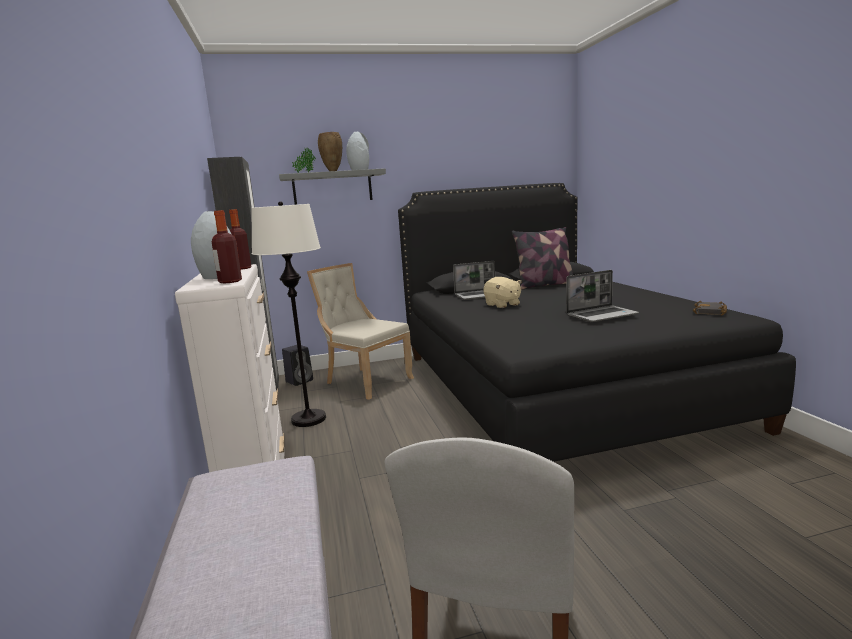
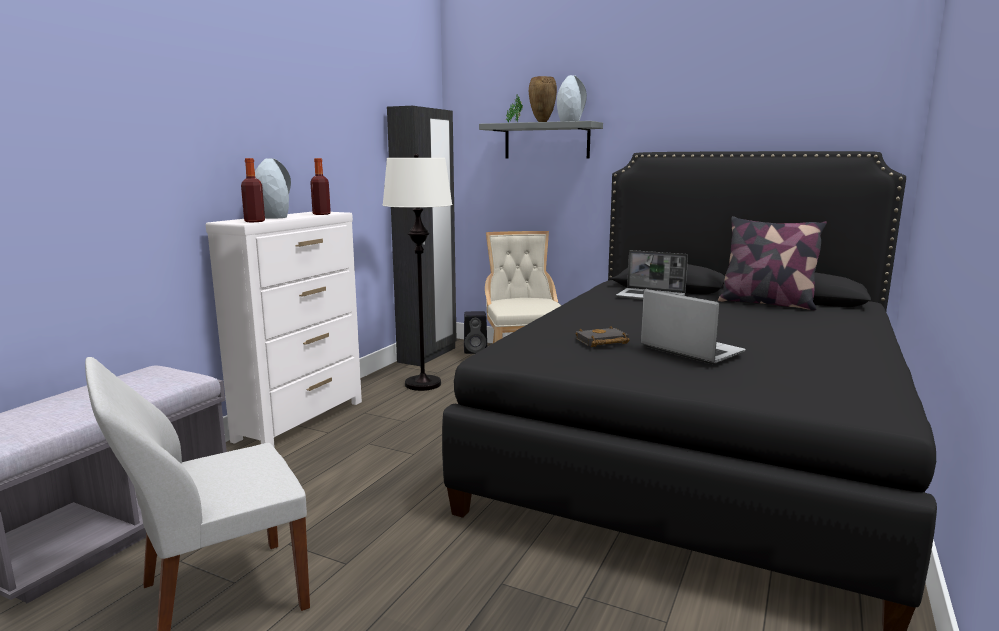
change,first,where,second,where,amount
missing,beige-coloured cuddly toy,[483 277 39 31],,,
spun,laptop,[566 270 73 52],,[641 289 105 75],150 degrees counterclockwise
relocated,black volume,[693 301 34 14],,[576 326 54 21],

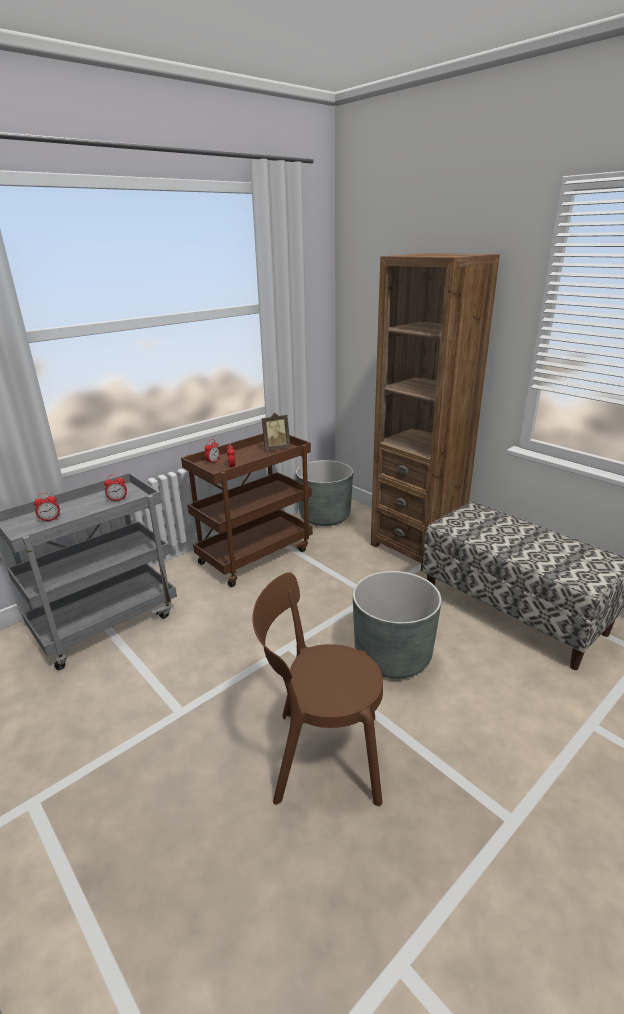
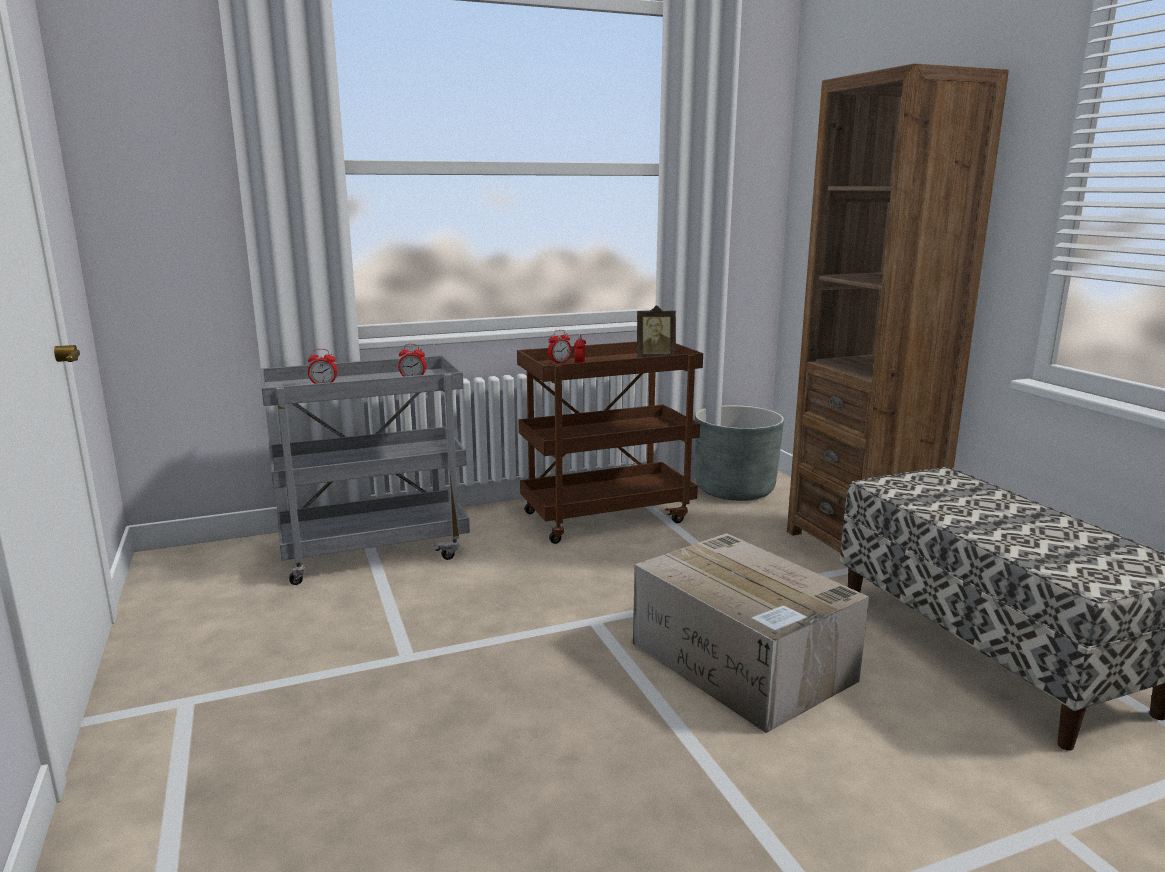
change,first,where,second,where,amount
missing,brownish plain chair,[252 572 131 234],,,
exchanged,gray flower pot,[353 571 89 108],carton,[633 533 236 200],

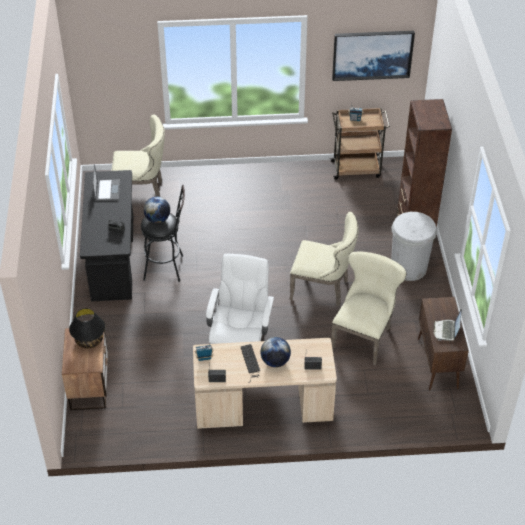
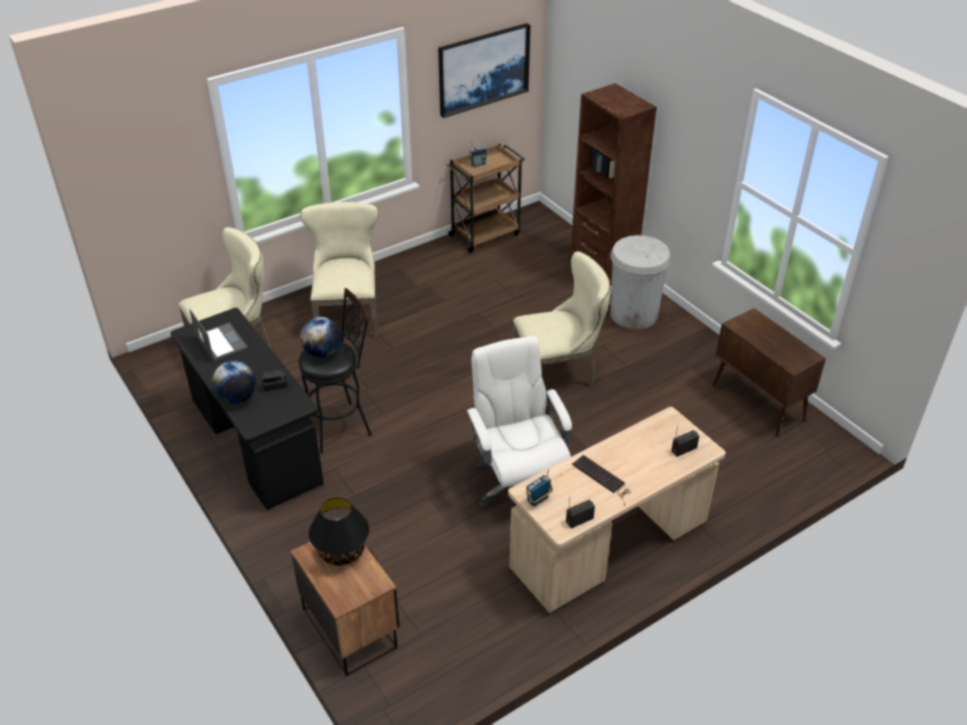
change,first,where,second,where,amount
relocated,desk globe,[260 337 31 30],,[212 361 44 43],
relocated,beige-coloured plain chair,[331 251 76 114],,[300 202 79 136],
missing,laptop,[434 309 28 32],,,

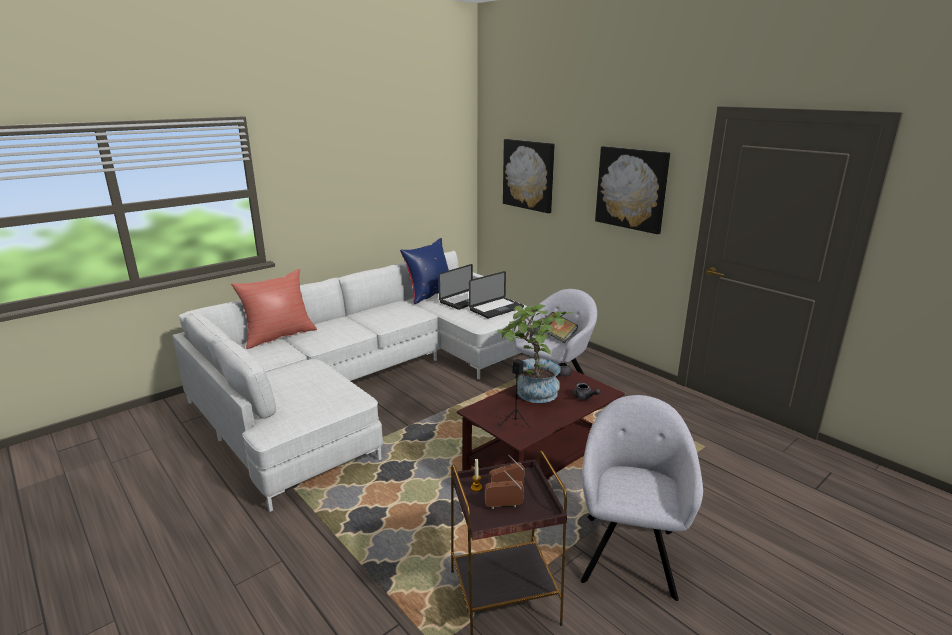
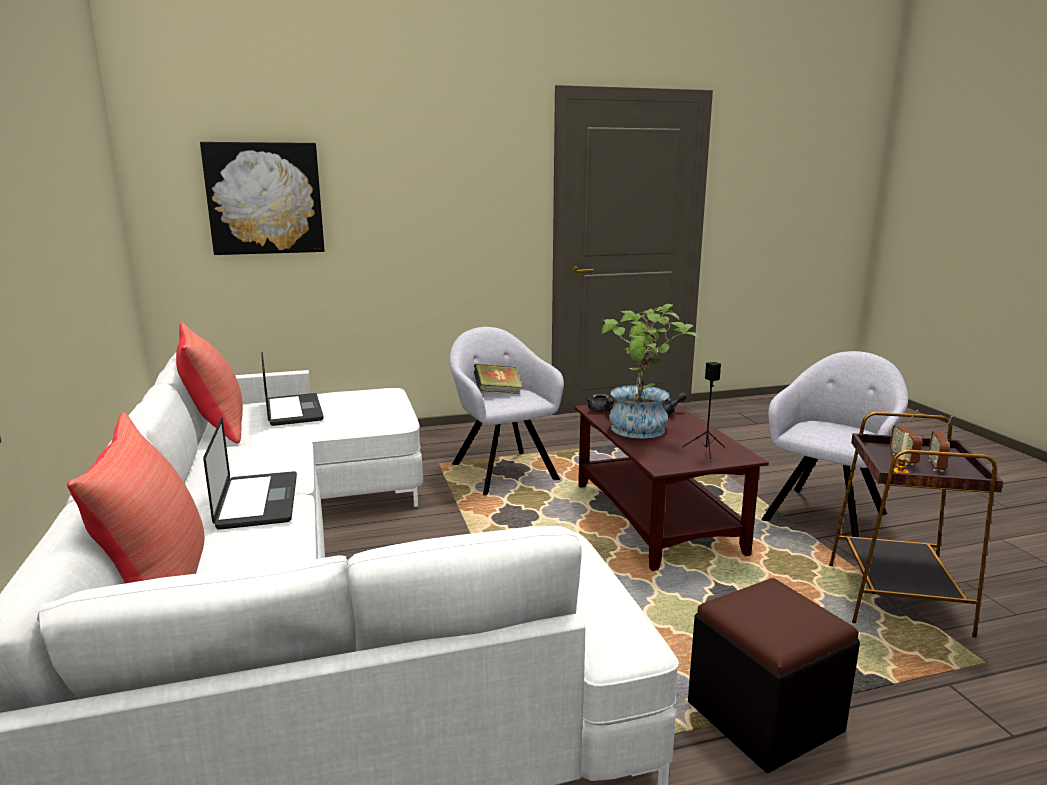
change,first,where,second,where,amount
colour,blue-coloured pillow,[400 238 49 66],red pillow,[176 322 67 121],
relocated,laptop,[469 271 55 47],,[203 418 94 112],
spun,gray easy chair,[581 395 122 206],,[761 351 147 186],90 degrees clockwise
missing,picture,[595 146 75 88],,,
appeared,,,black ottoman,[688 578 172 195],

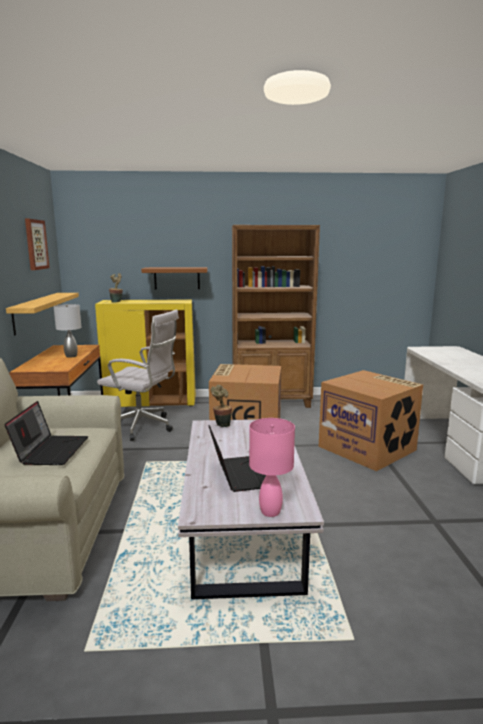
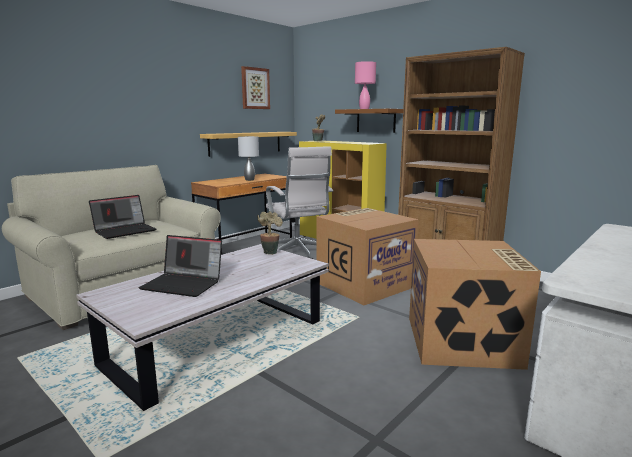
change,first,where,second,where,amount
spun,laptop,[208 425 58 67],,[139 235 83 62],75 degrees clockwise
relocated,pink lamp for a table,[249 418 46 99],,[355 61 21 48],

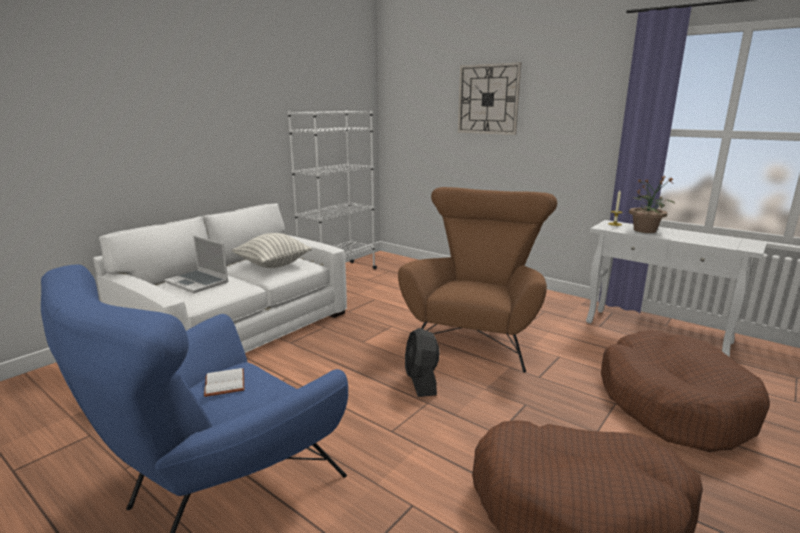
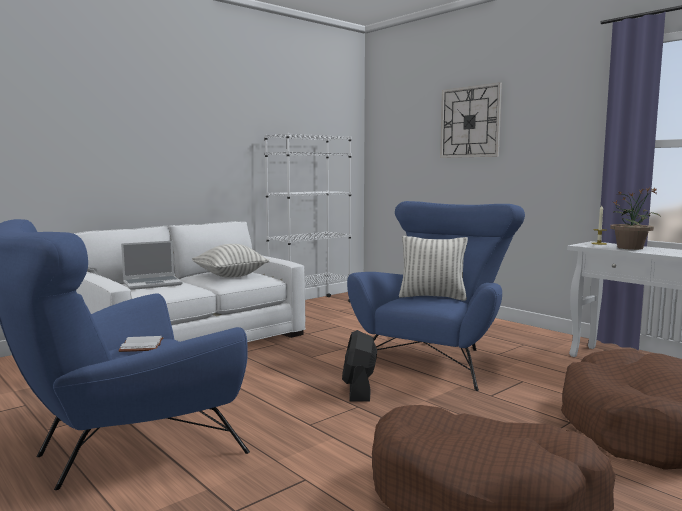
change,first,where,second,where,amount
spun,laptop,[164 235 65 58],,[121 241 61 49],75 degrees counterclockwise
colour,brownish easy chair,[398 187 159 186],blue-coloured easy chair,[347 201 178 190],
appeared,,,pillow,[399 236 69 65],

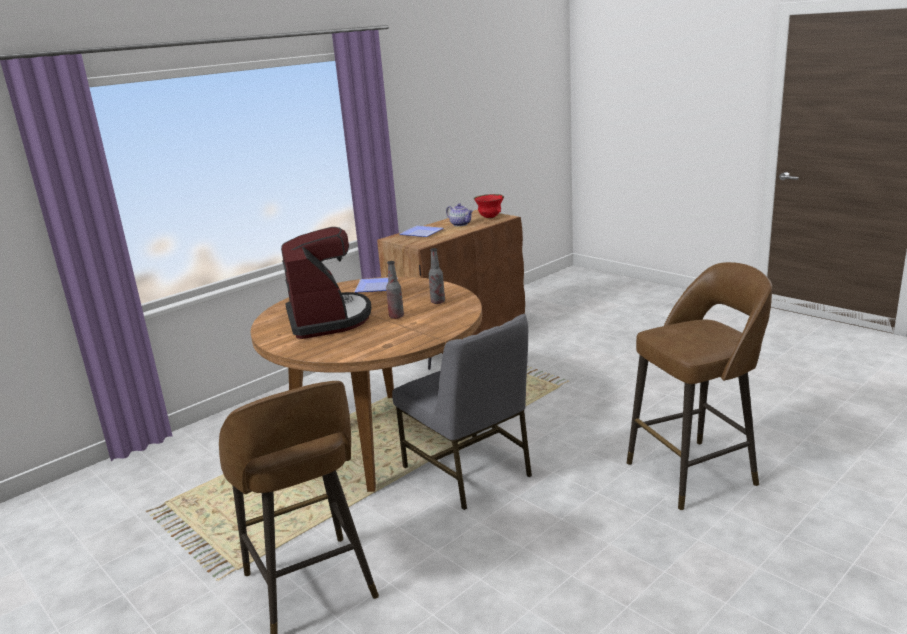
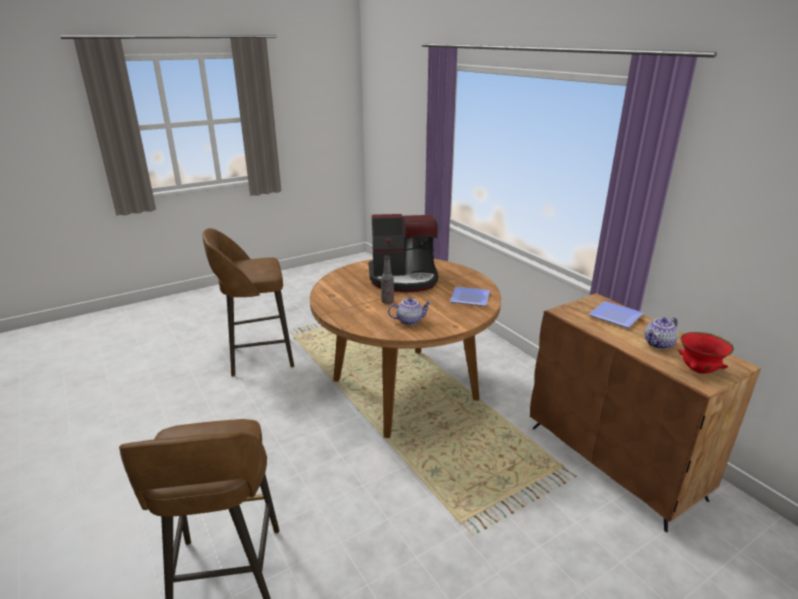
change,first,where,second,where,amount
missing,gray plain chair,[392 314 140 196],,,
exchanged,bottle,[429 248 16 56],teapot,[388 298 44 27],

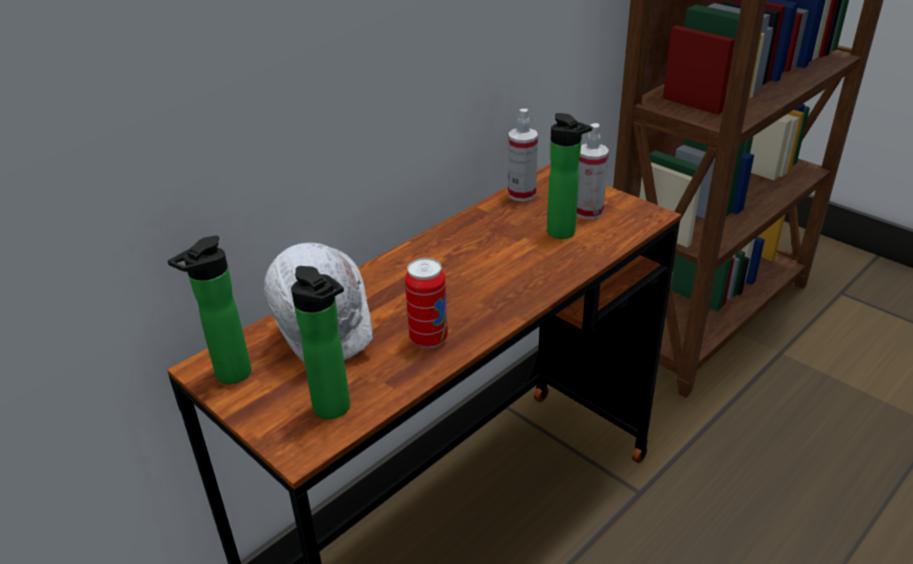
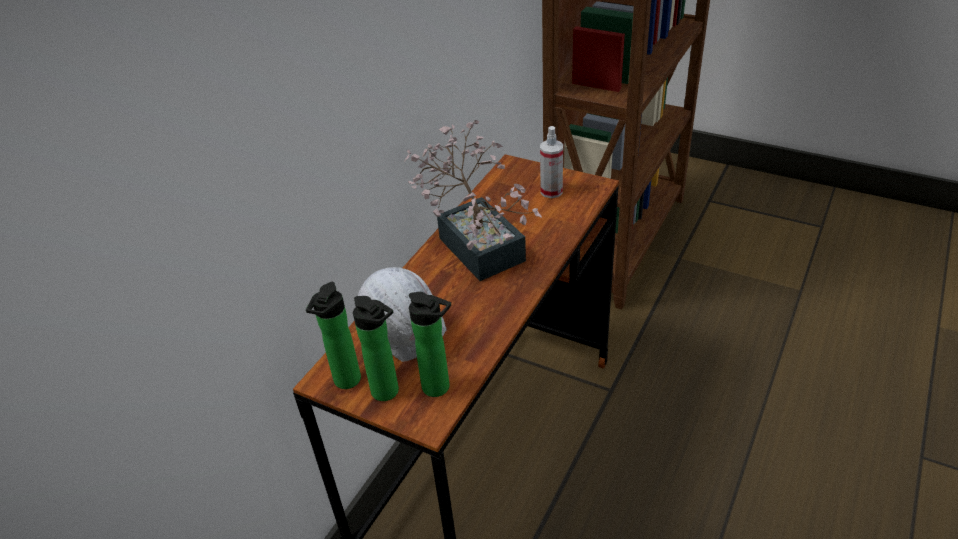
change,first,where,second,where,amount
missing,metal can,[405 258 43 91],,,
missing,sprayer,[508 109 30 92],,,
relocated,bottle,[547 113 45 126],,[353 296 46 105],
appeared,,,potted plant,[404 120 138 161],

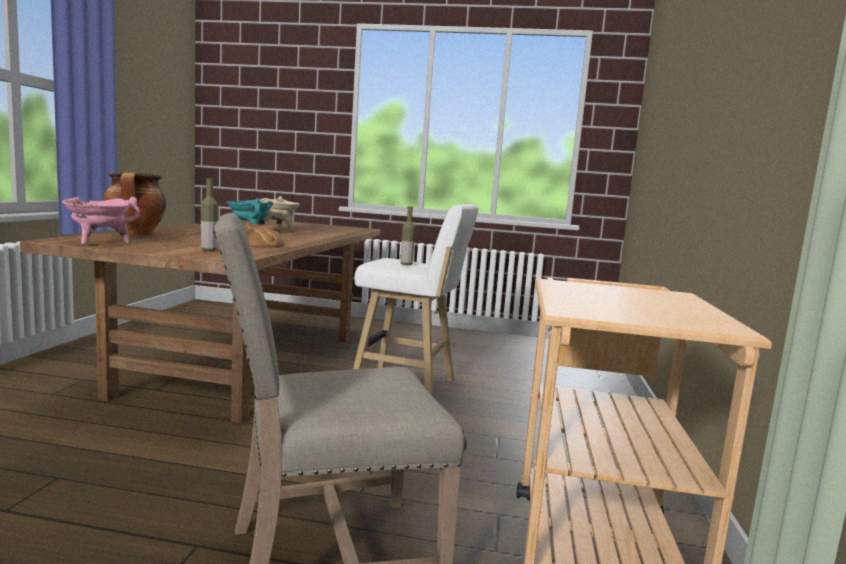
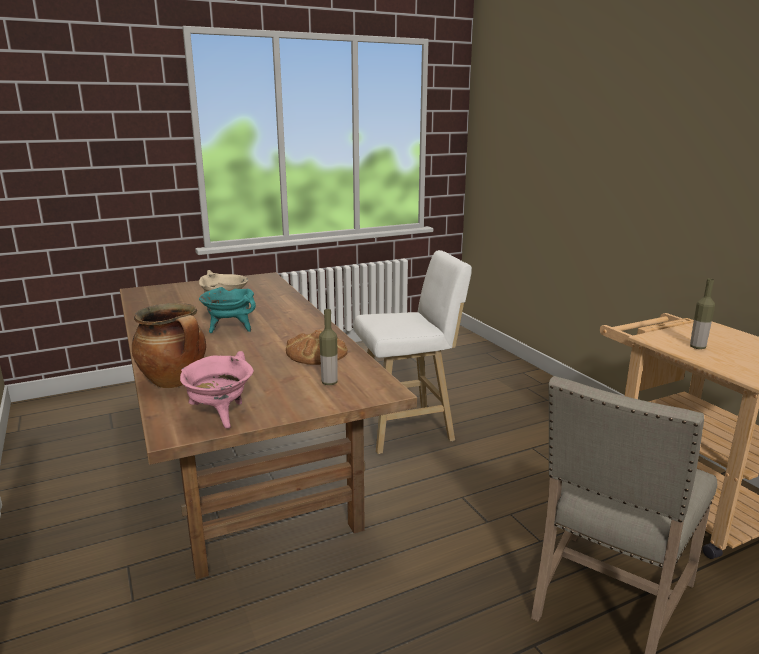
change,first,where,second,where,amount
relocated,bottle,[401 206 15 59],,[690 279 25 70],

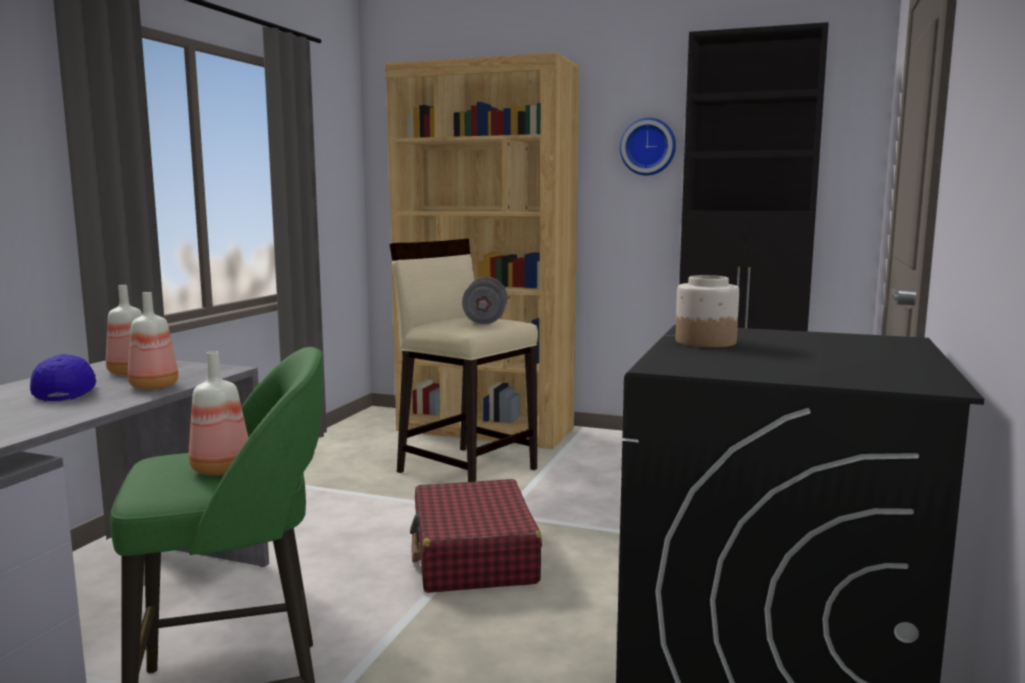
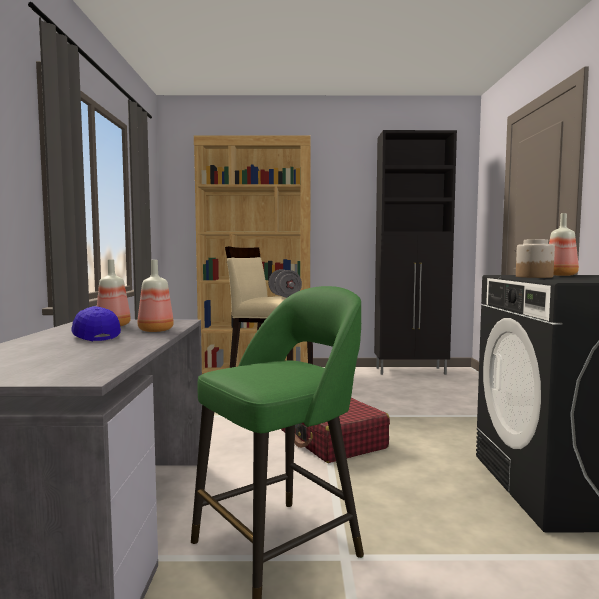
change,first,where,second,where,amount
relocated,bottle,[189 351 59 124],,[549 213 30 63],
missing,clock on the wall,[620 118 56 58],,,

